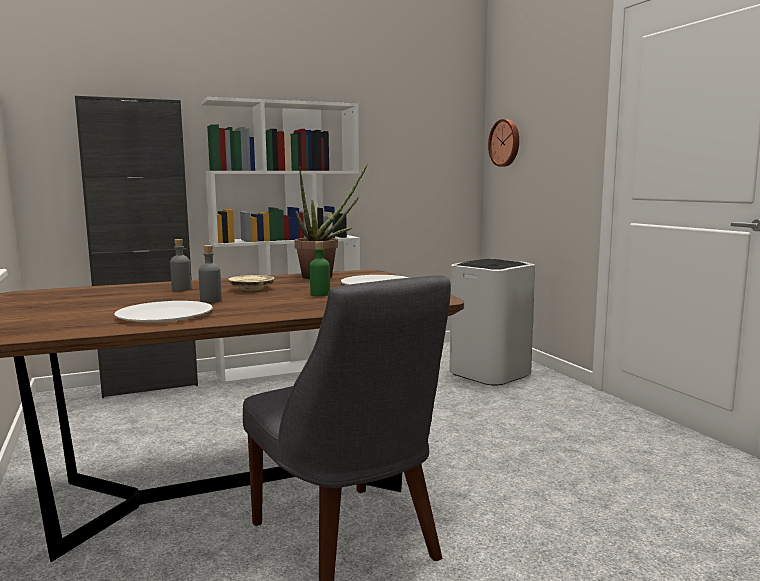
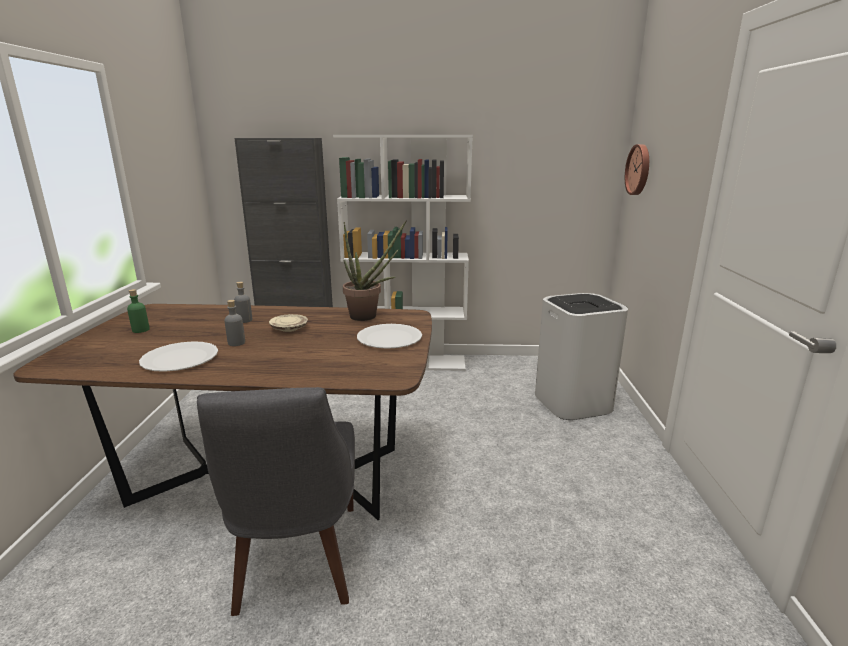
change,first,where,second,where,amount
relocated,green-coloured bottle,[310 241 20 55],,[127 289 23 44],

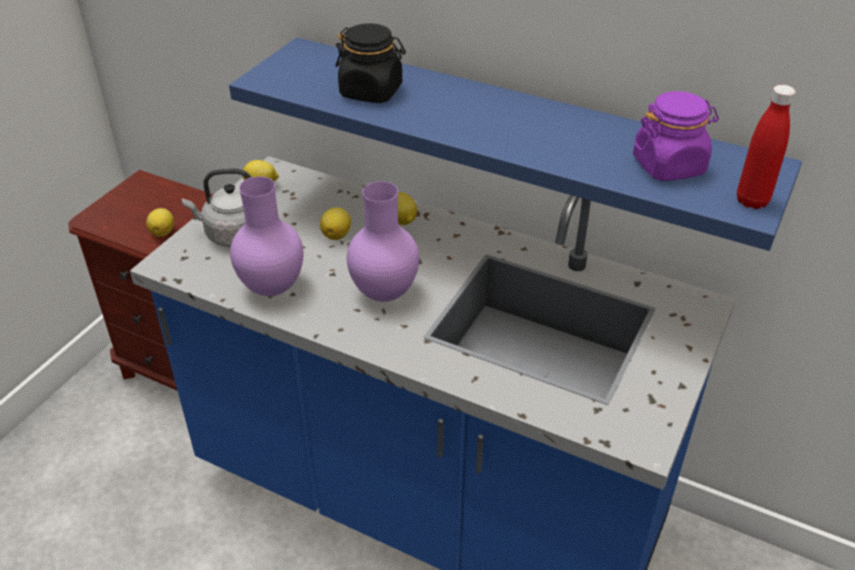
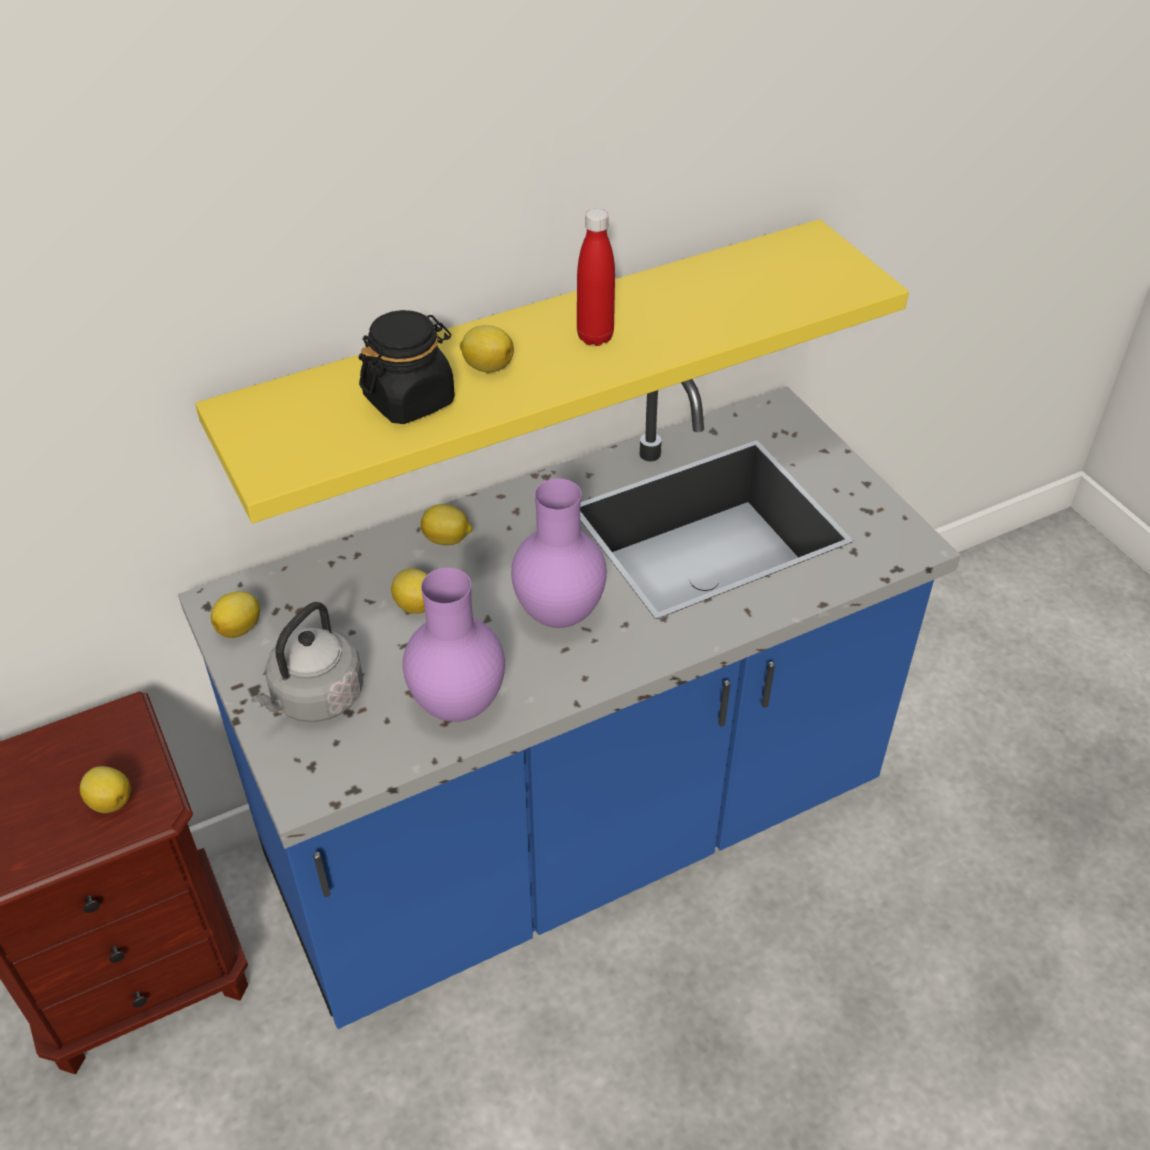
change,first,where,second,where,amount
colour,blue-coloured shelf,[229 38 573 213],yellowish shelf,[195 219 714 304],
missing,purple preserve jar,[633 91 86 90],,,
relocated,red bottle,[737 85 59 124],,[577 208 38 138],
appeared,,,citrus fruit,[460 325 54 48],

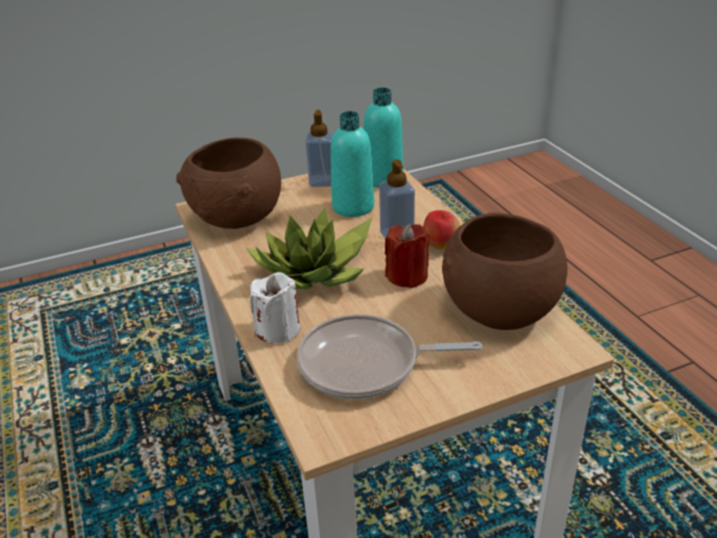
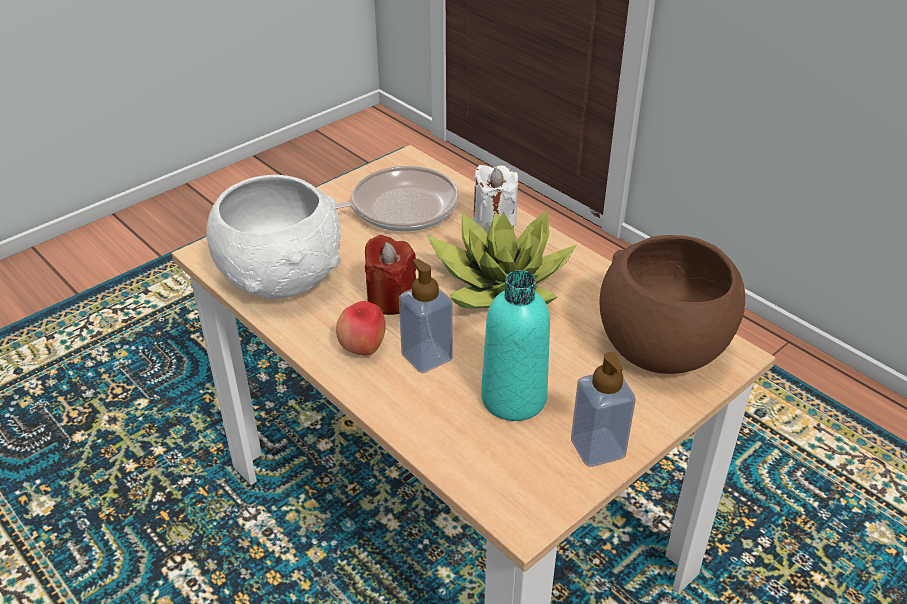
change,first,where,second,where,amount
missing,blue-green bottle,[364 87 40 101],,,
colour,brownish serving bowl,[442 213 126 117],white-coloured serving bowl,[207 175 134 124],

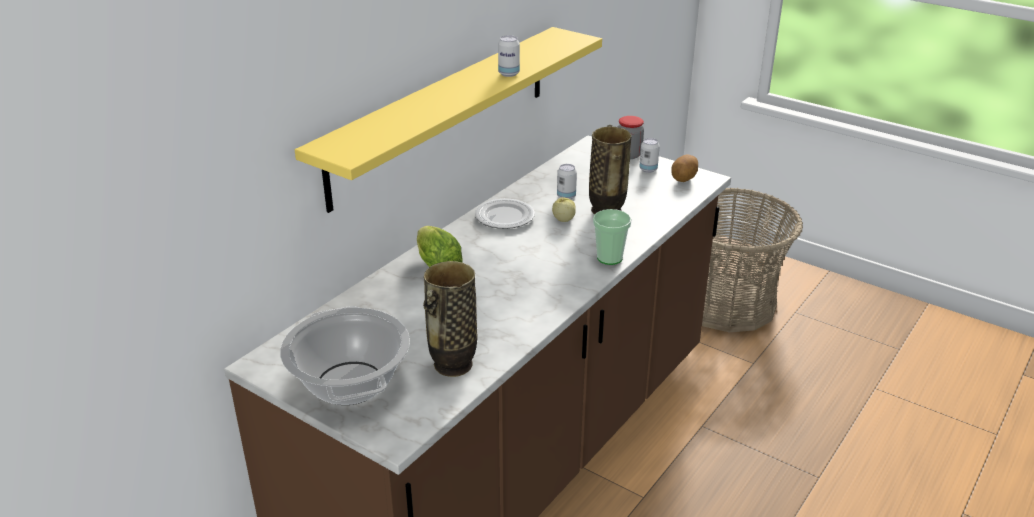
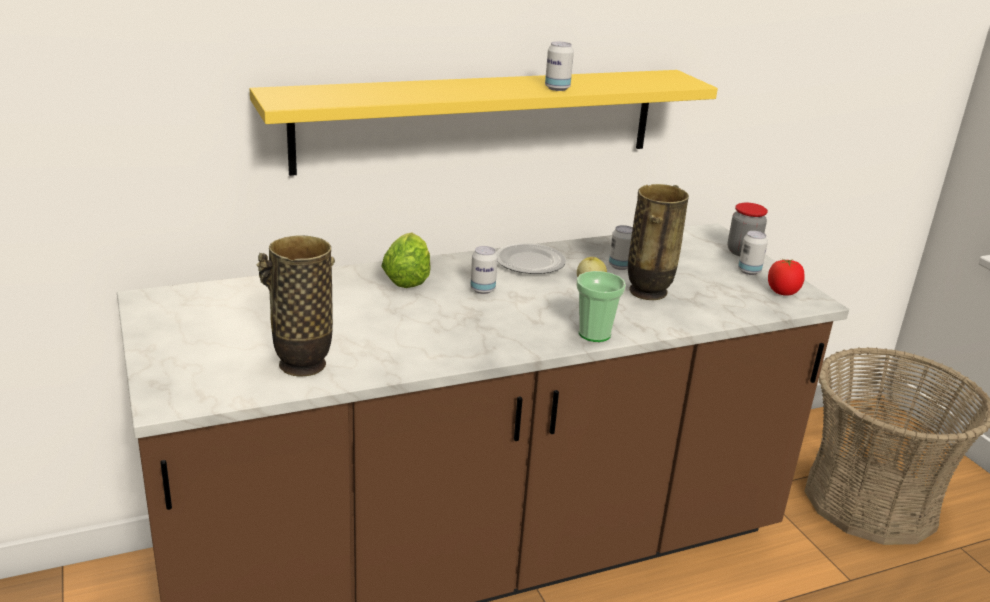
change,first,where,second,where,amount
missing,cooking pot,[280 306 130 99],,,
exchanged,spud,[671 155 27 27],fresh tomato,[768 258 37 38],
appeared,,,metal can,[470 246 28 48],

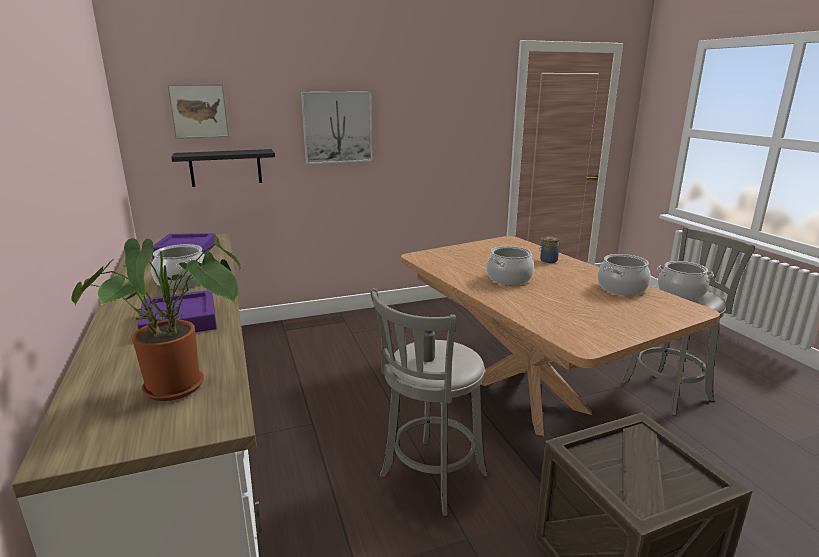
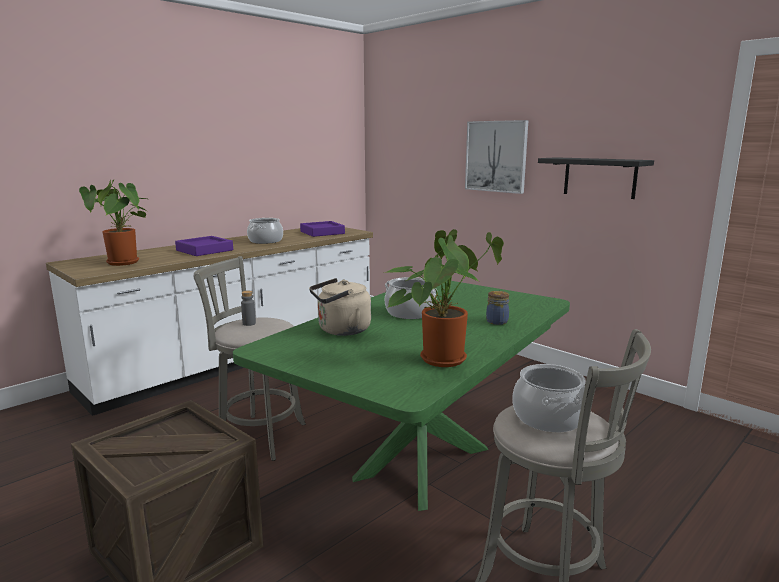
change,first,where,second,where,amount
missing,picture,[167 84 62 55],,,
relocated,black shelf,[171 149 104 38],,[538 157 116 42],
colour,brownish dinner table,[401 236 319 200],green-coloured dinner table,[233 280 337 231],
exchanged,cooking pot,[598 254 53 42],potted plant,[384 229 120 138],
appeared,,,beige-coloured kettle,[309 278 62 58],

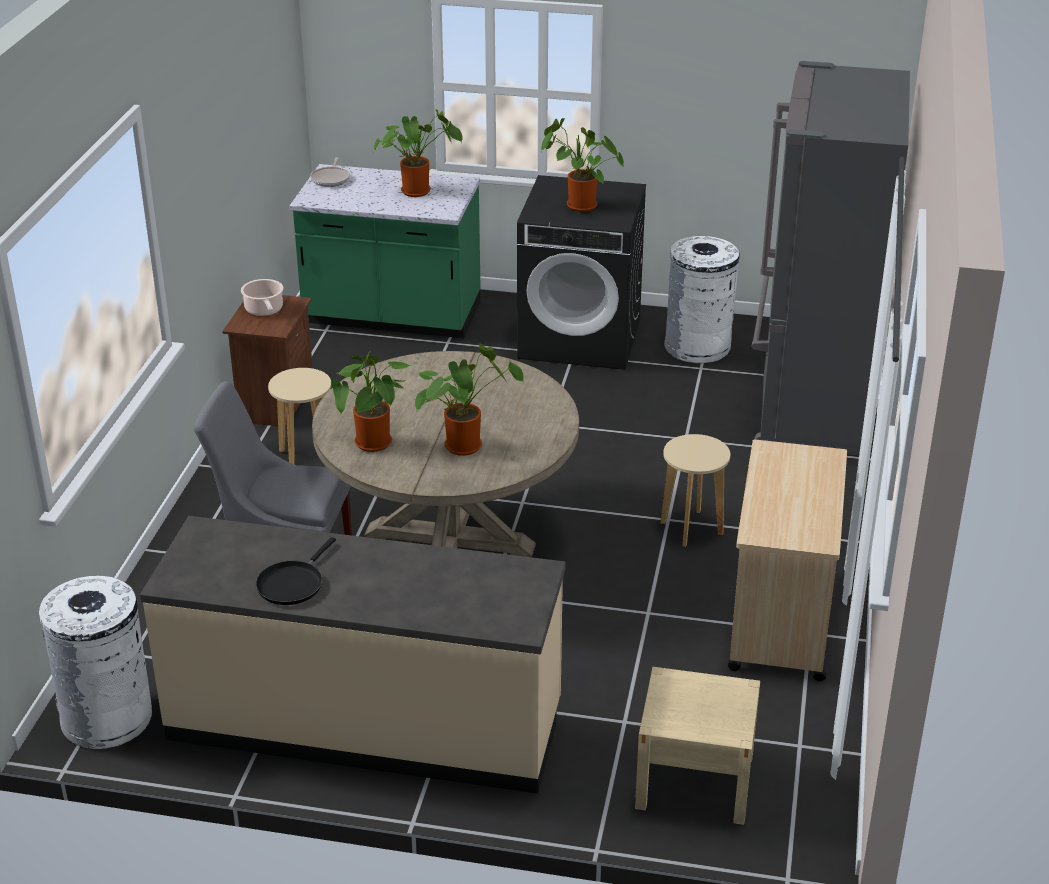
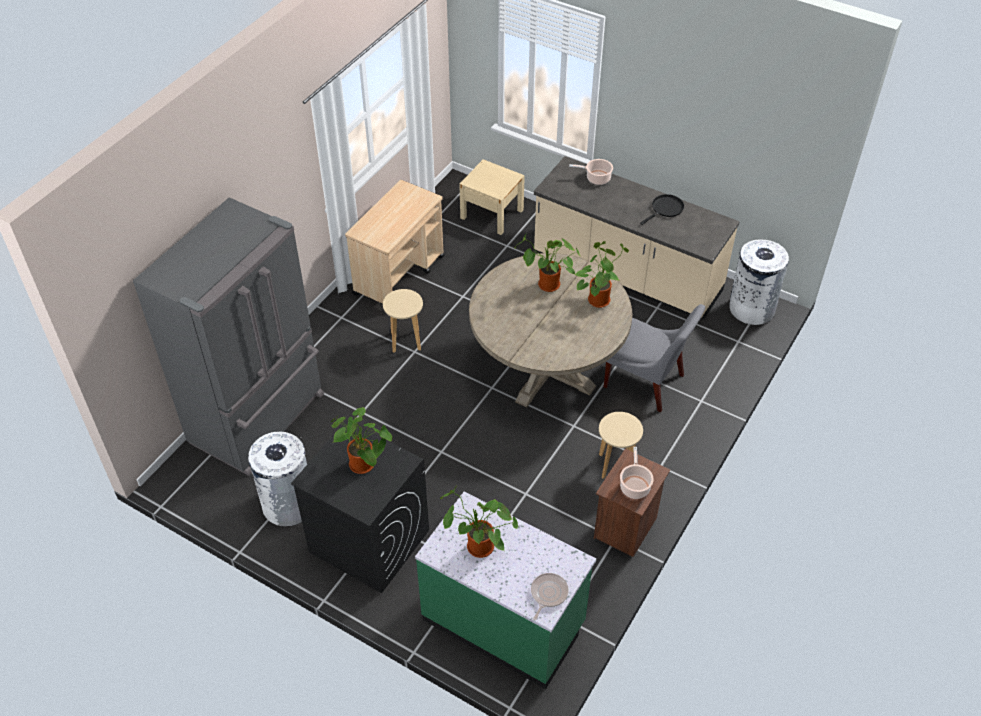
change,first,where,second,where,amount
appeared,,,cooking pot,[569 159 44 26],

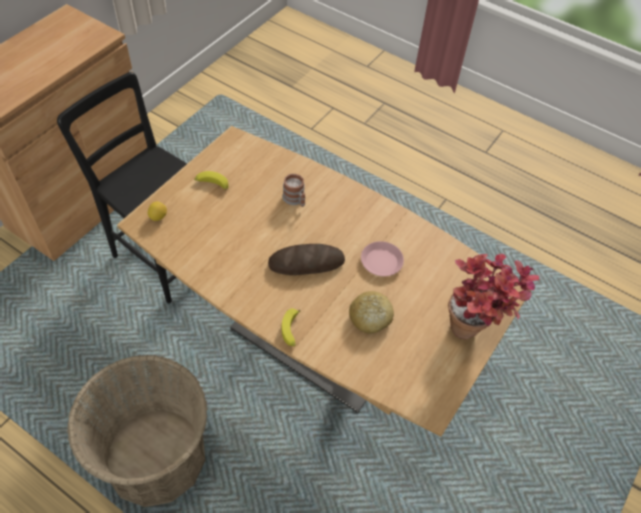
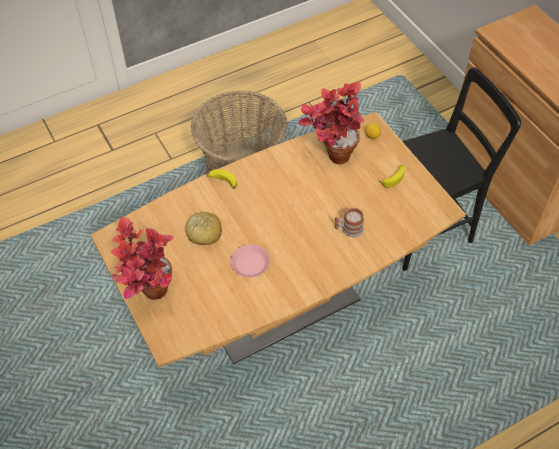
change,first,where,second,where,amount
missing,bakery bread,[268 244 77 31],,,
appeared,,,potted plant,[298 82 66 82],

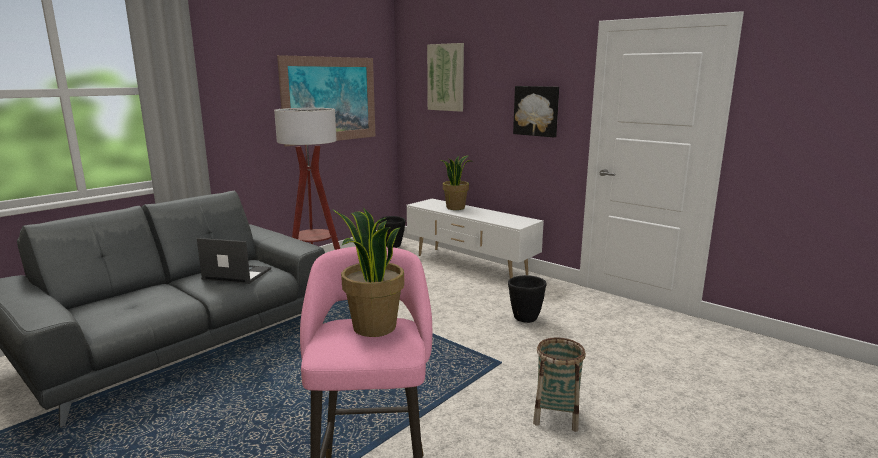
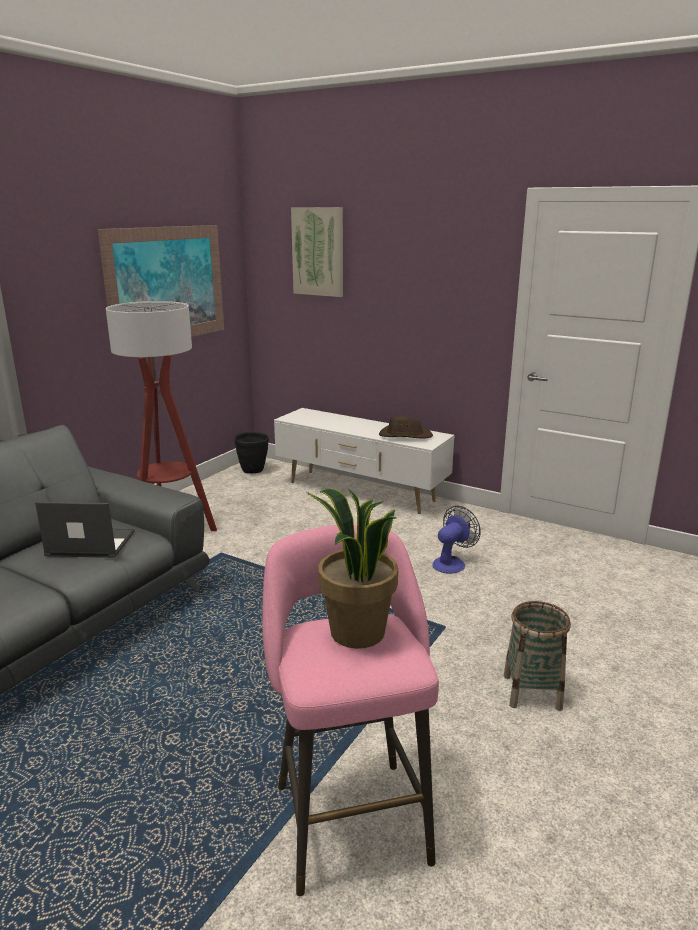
change,first,where,second,where,amount
missing,potted plant,[441 155 32 55],,,
exchanged,black flower pot,[508 275 39 48],fan,[432 506 49 68],
missing,picture,[513 86 46 52],,,
appeared,,,brownish hat,[379 415 54 23],

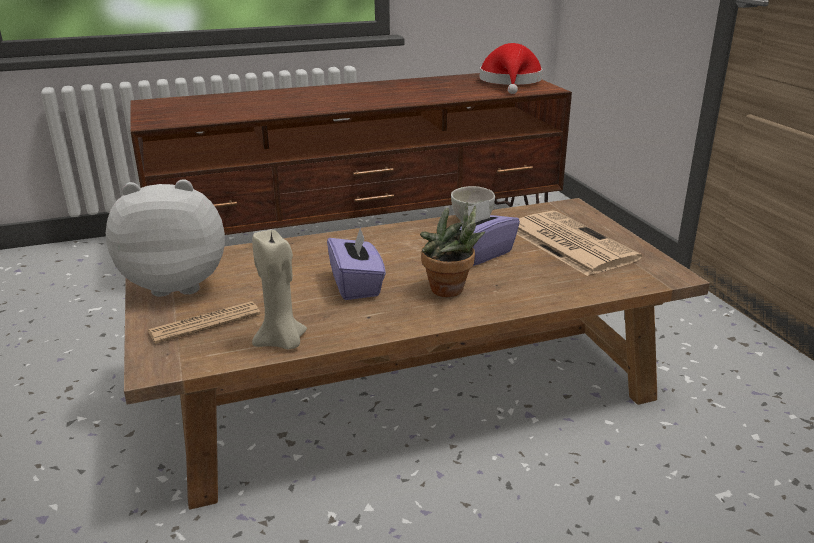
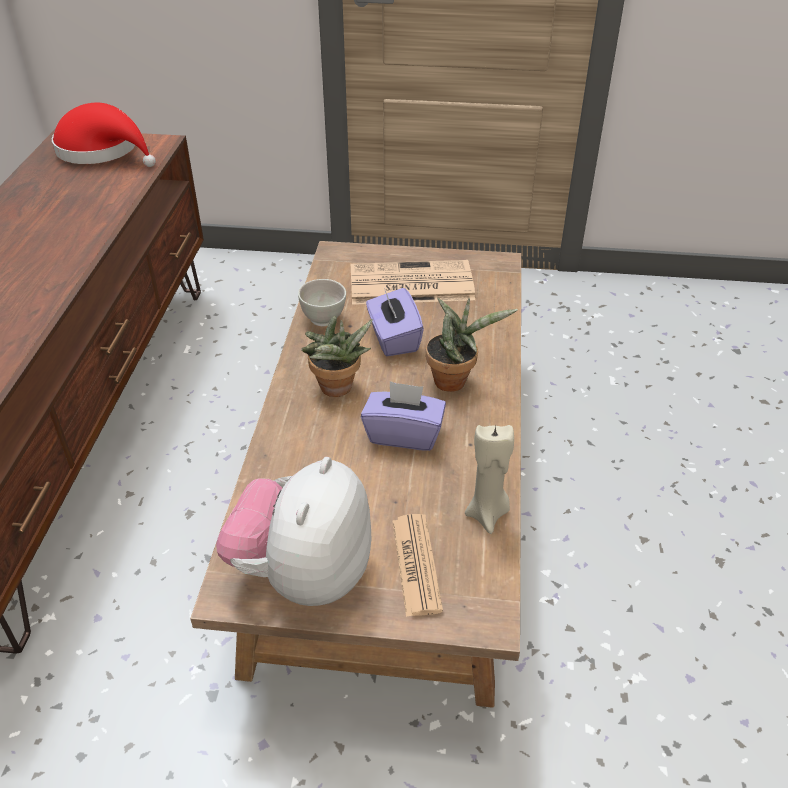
change,first,where,second,where,amount
appeared,,,potted plant,[301 316 72 81],

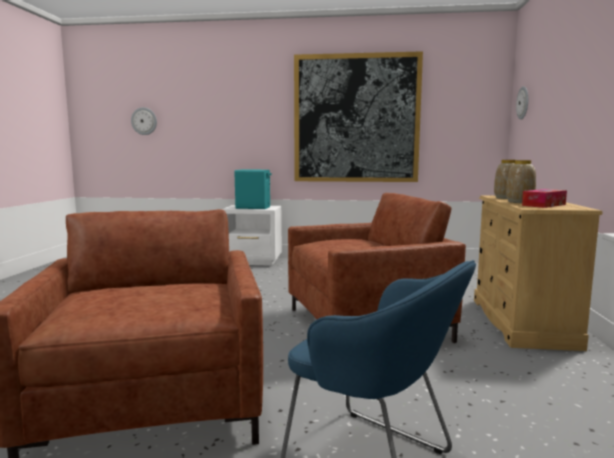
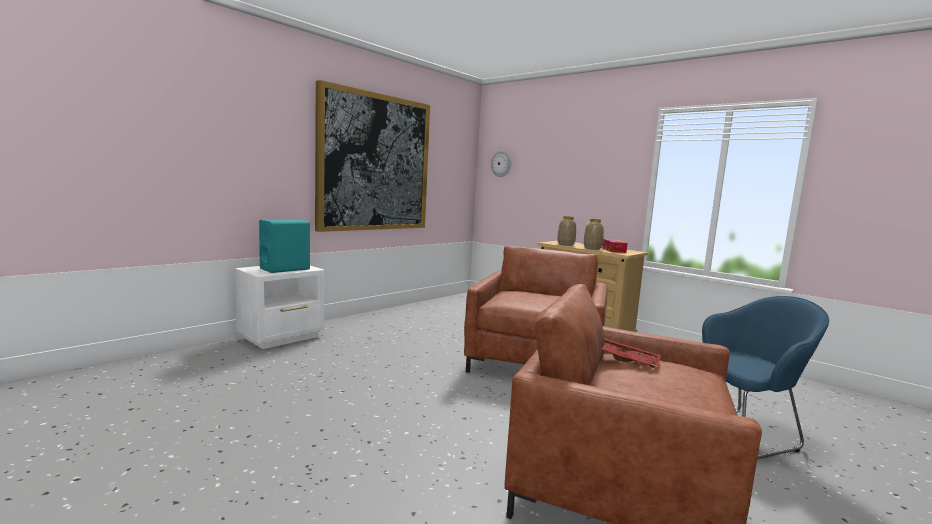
change,first,where,second,where,amount
missing,clock on the wall,[131 107 26 28],,,
appeared,,,red carrying tray,[601 338 60 30],

